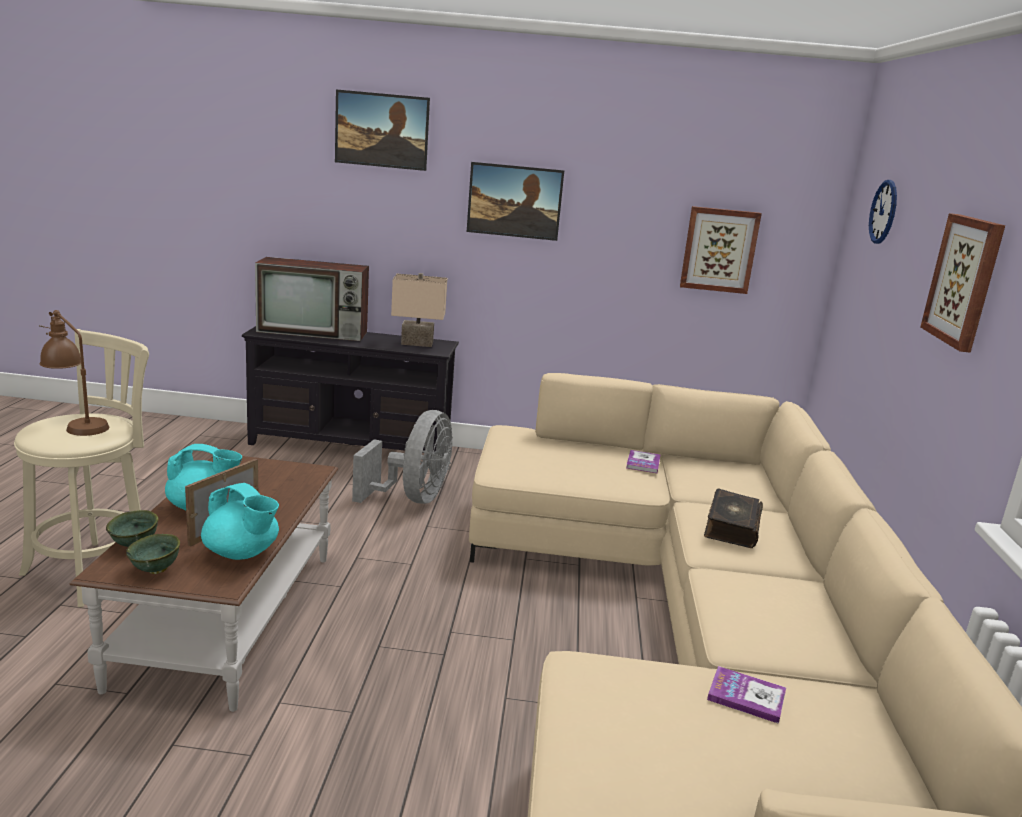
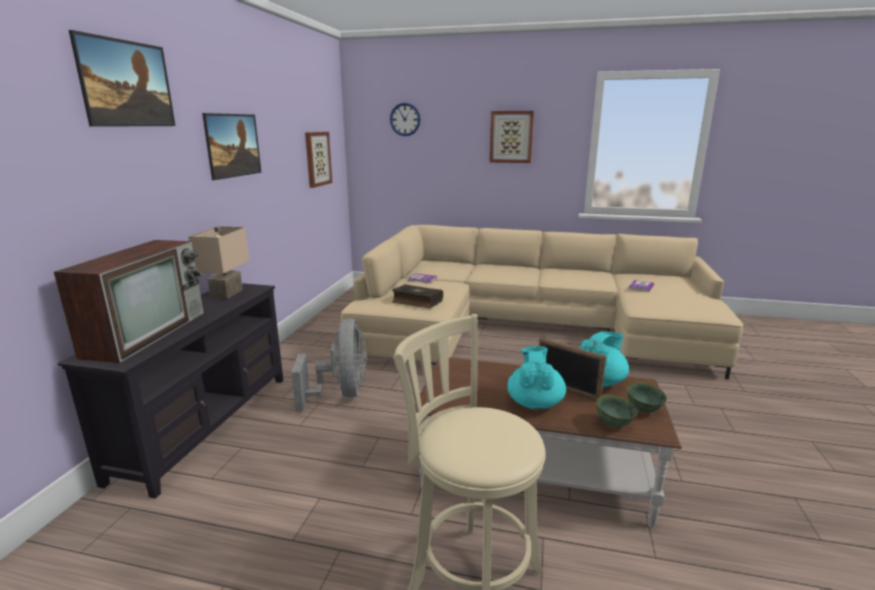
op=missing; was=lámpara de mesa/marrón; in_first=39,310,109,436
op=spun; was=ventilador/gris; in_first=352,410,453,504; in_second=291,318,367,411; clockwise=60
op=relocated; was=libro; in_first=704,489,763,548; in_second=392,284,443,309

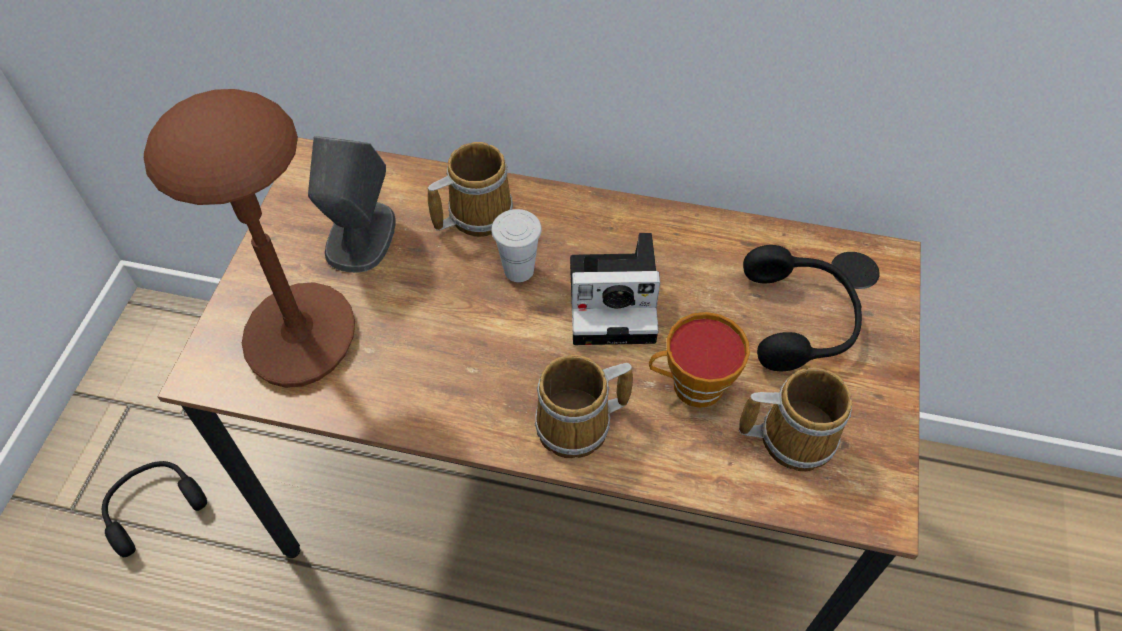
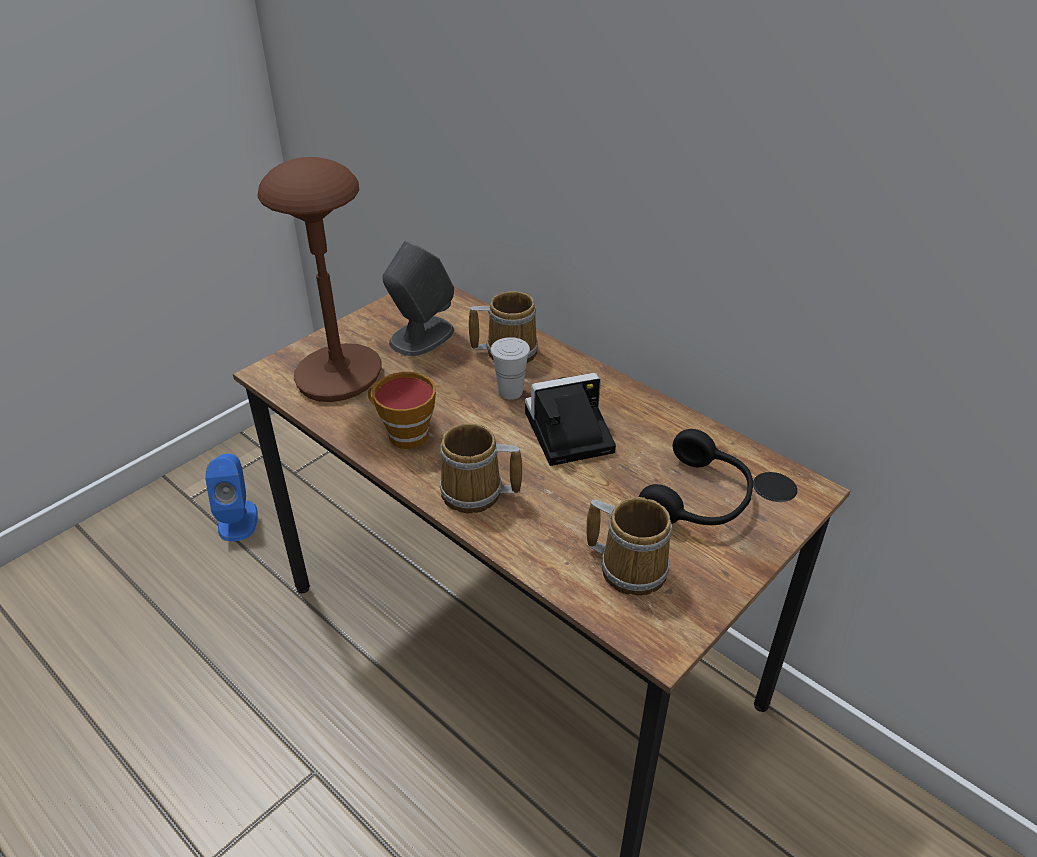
op=exchanged; was=auriculares/negro; now=altavoz/azul; in_first=102,461,207,557; in_second=205,454,258,541
op=spun; was=cámara; in_first=570,233,660,345; in_second=525,373,616,466; clockwise=135
op=relocated; was=taza; in_first=649,312,750,408; in_second=368,372,436,449

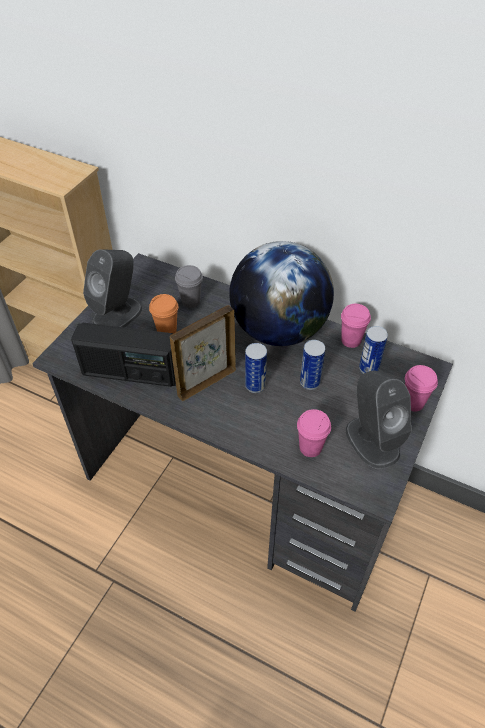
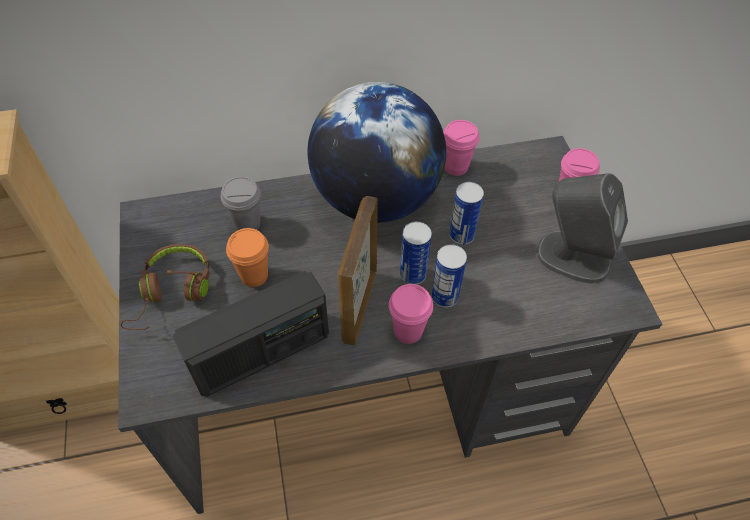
op=exchanged; was=altavoz/gris; now=auriculares/marrón; in_first=83,249,142,327; in_second=121,244,210,330
op=relocated; was=taza/rosa; in_first=297,409,331,457; in_second=389,284,433,344
op=relocated; was=lata; in_first=359,326,388,374; in_second=431,244,467,308

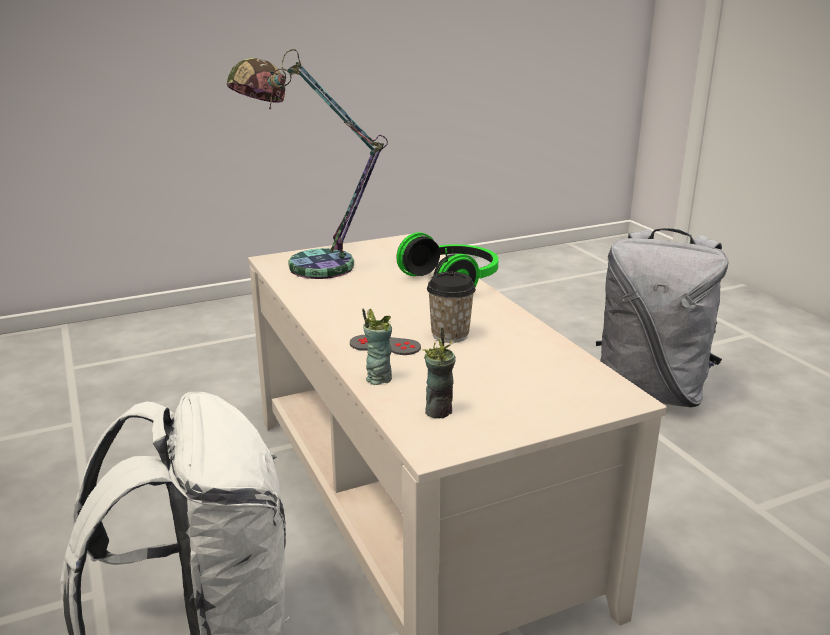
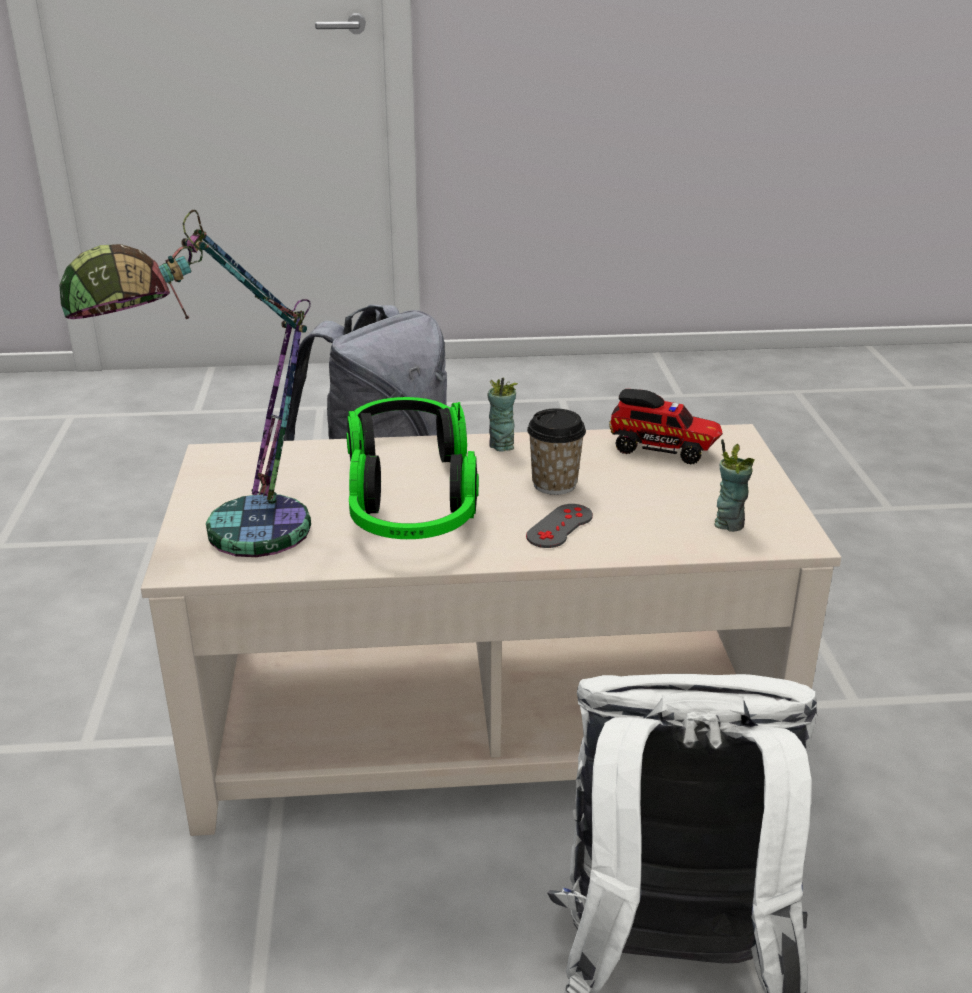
op=relocated; was=taza; in_first=362,308,392,385; in_second=488,378,518,452
op=appeared; now=auriculares; in_second=349,433,479,539
op=appeared; now=camión de juguete; in_second=609,389,723,465

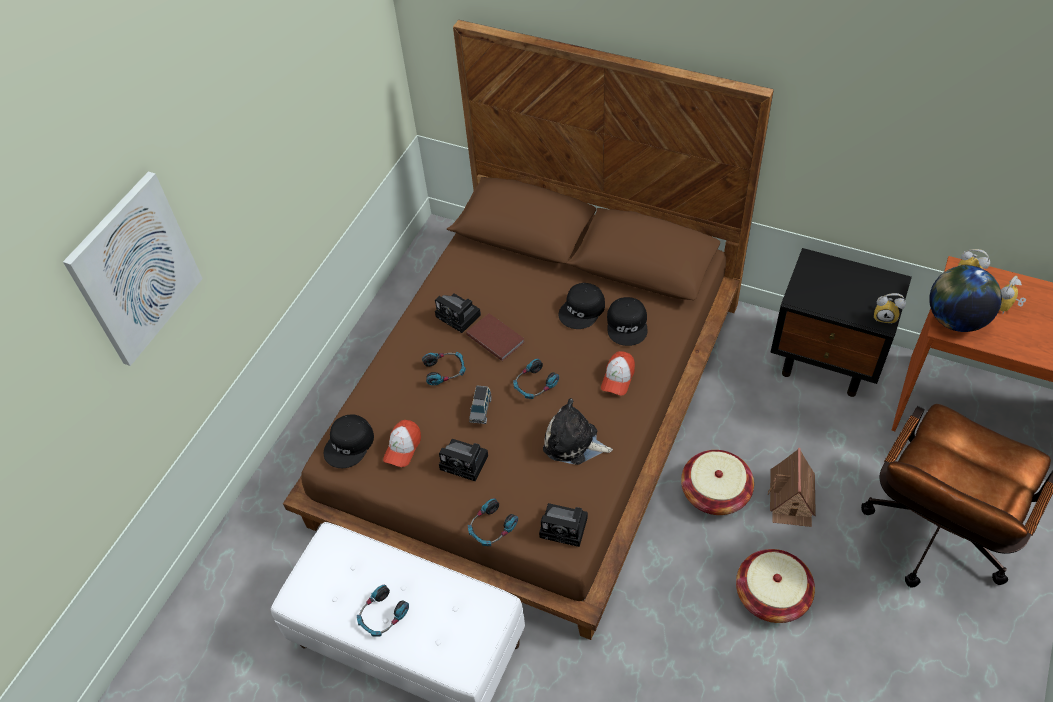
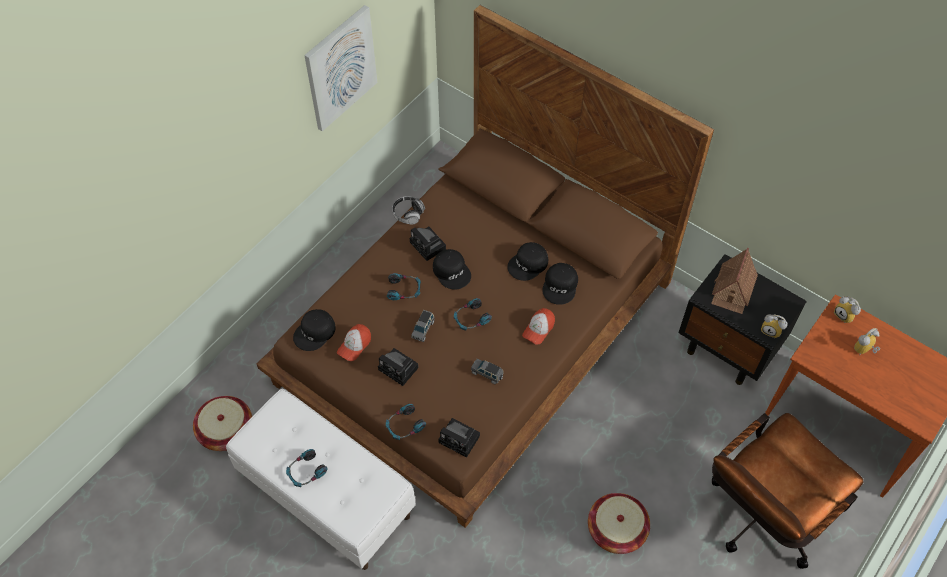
op=relocated; was=cuadro; in_first=63,171,203,366; in_second=304,5,377,131
op=exchanged; was=libro/marrón; now=gorra/negro; in_first=466,313,525,361; in_second=433,249,471,290
op=exchanged; was=peluche; now=coche de juguete/gris; in_first=543,398,613,465; in_second=471,359,504,384
op=relocated; was=cesta; in_first=681,450,754,515; in_second=193,396,252,451
op=relocated; was=casita; in_first=768,448,816,527; in_second=711,248,758,314
op=missing; was=globo terráqueo; in_first=929,265,1002,332
op=appeared; now=auriculares; in_second=392,196,425,224

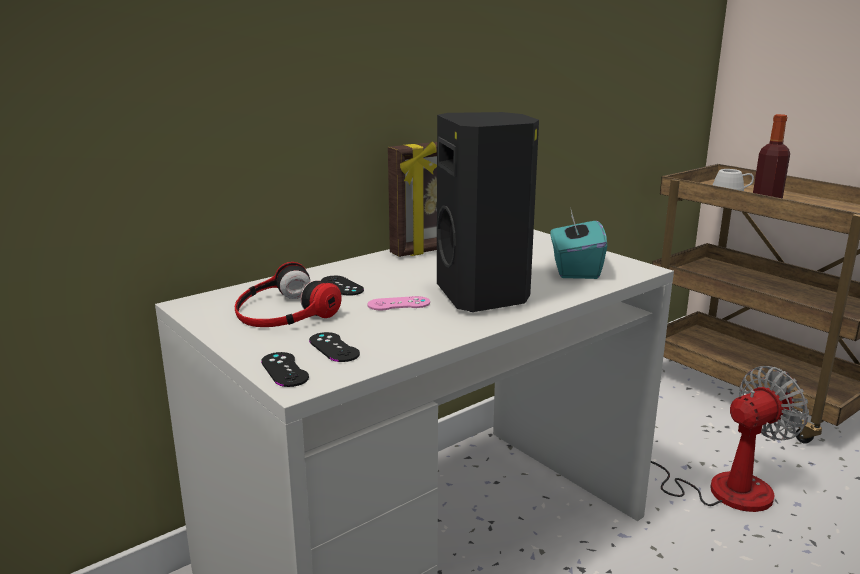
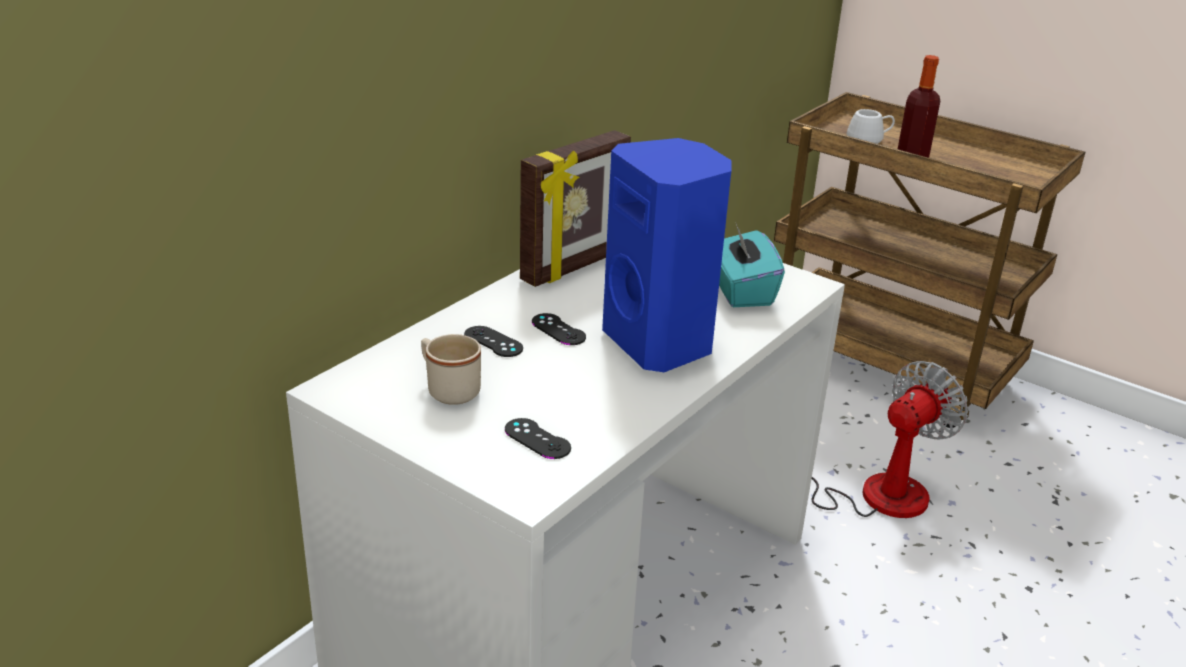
op=exchanged; was=auriculares; now=taza grande/beis; in_first=235,262,342,327; in_second=421,334,481,405
op=relocated; was=mando de consola/negro; in_first=261,352,309,387; in_second=532,313,586,345
op=missing; was=mando de consola/rosa; in_first=368,296,430,310
op=colour; was=altavoz/negro; now=altavoz/azul; in_first=437,112,539,312; in_second=602,138,731,372

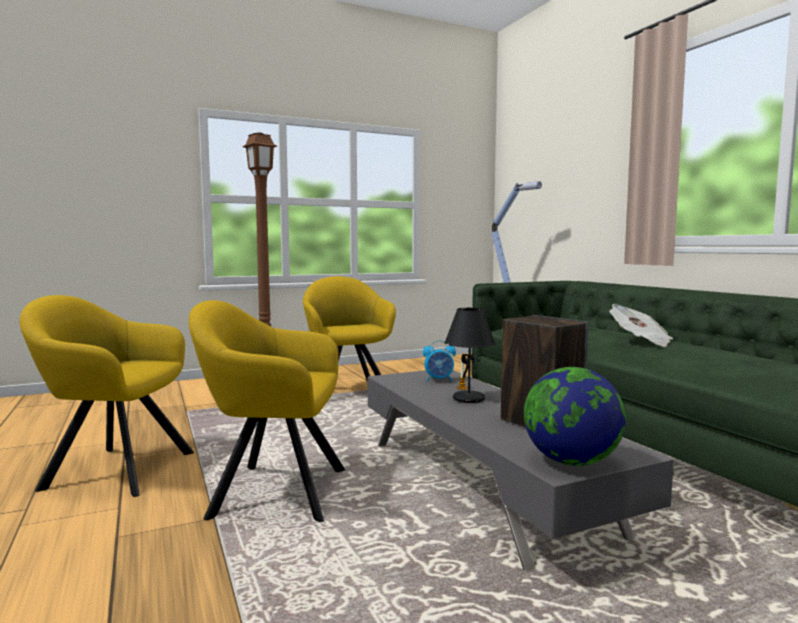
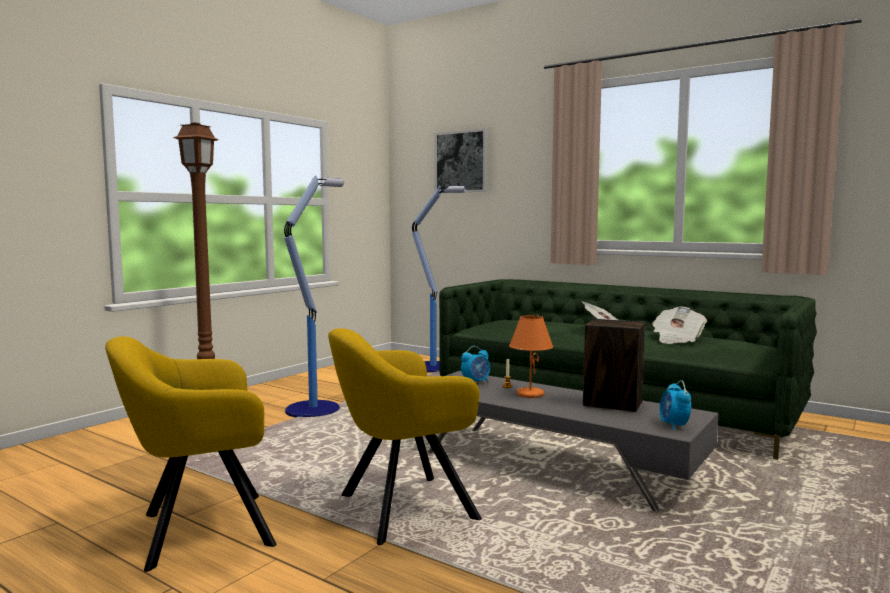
op=exchanged; was=sillón/amarillo; now=lámpara de pie; in_first=303,276,396,383; in_second=284,176,344,417
op=colour; was=lámpara de mesa/negro; now=lámpara de mesa/naranja; in_first=444,308,495,403; in_second=509,315,553,398
op=exchanged; was=globo terráqueo; now=despertador; in_first=524,367,626,466; in_second=659,380,691,430
op=appeared; now=cuadro; in_second=435,129,487,193
op=appeared; now=periódico; in_second=652,307,707,344

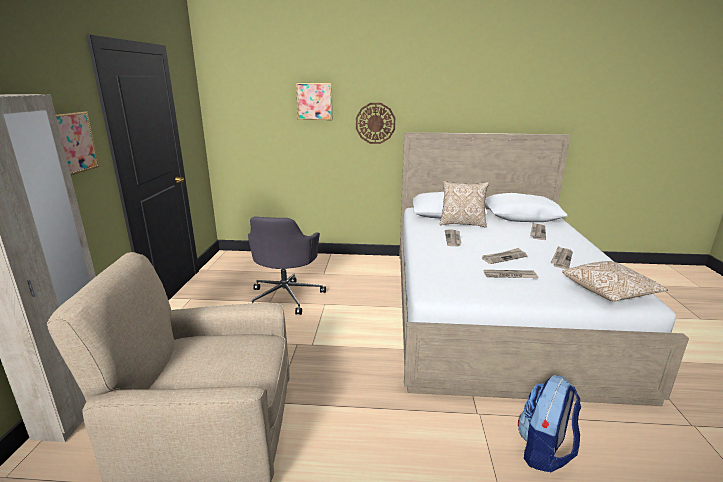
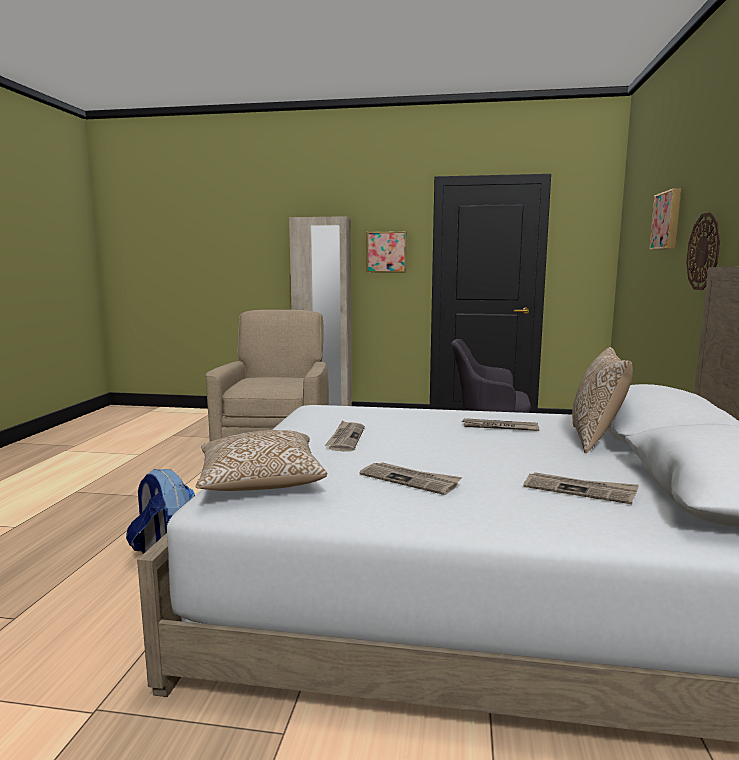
op=missing; was=periódico; in_first=482,248,527,264

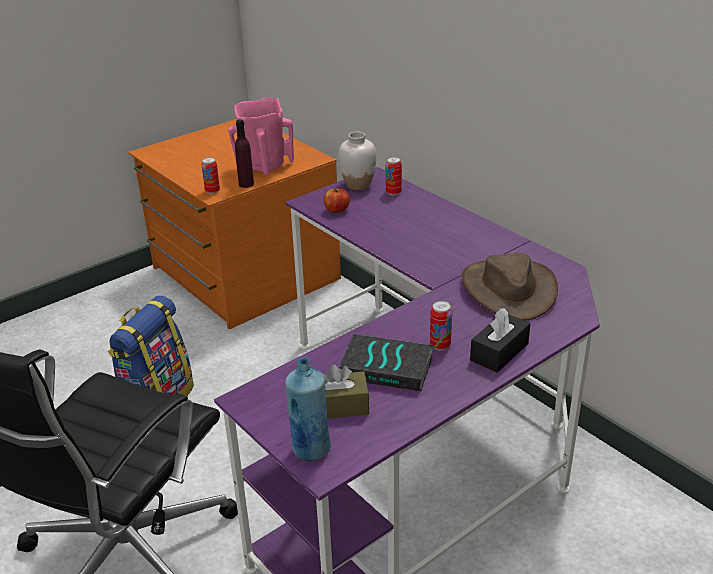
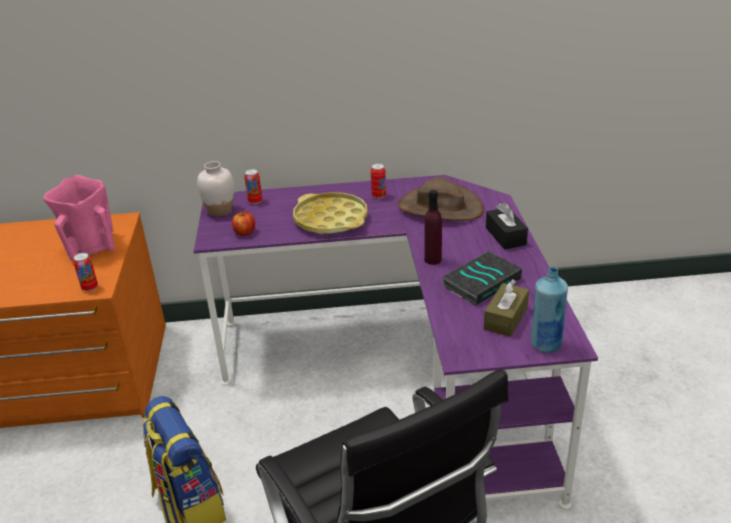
op=relocated; was=botella/morado; in_first=235,120,254,188; in_second=424,190,442,265
op=relocated; was=lata; in_first=430,301,452,351; in_second=371,163,386,199
op=appeared; now=bandeja/amarillo; in_second=293,192,368,234

